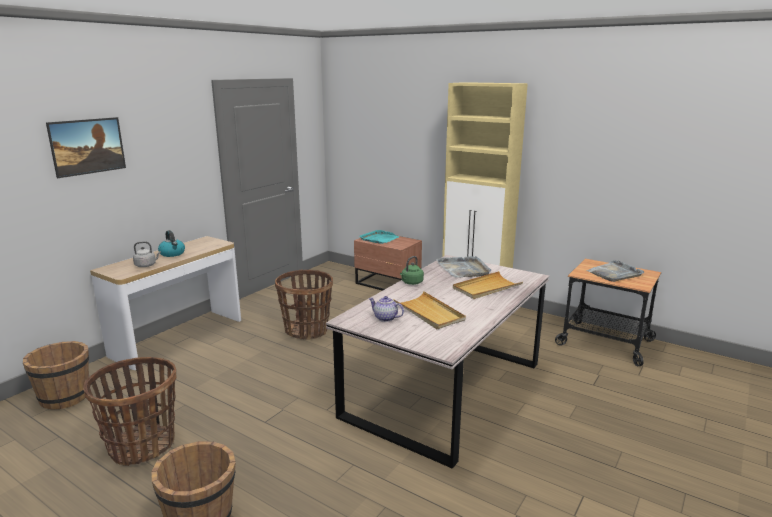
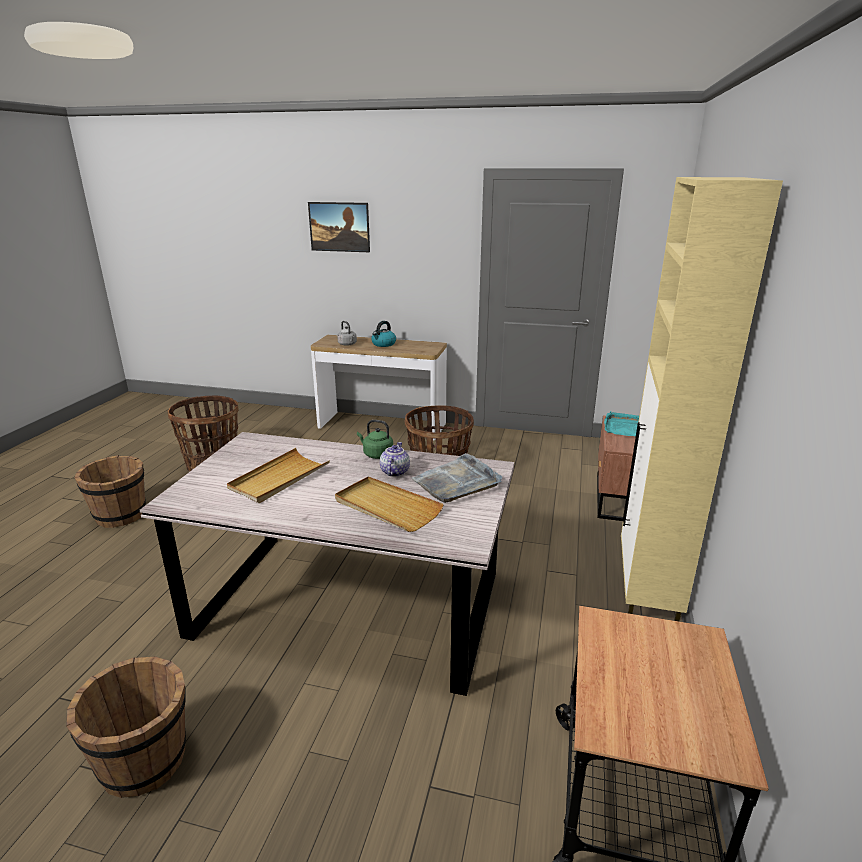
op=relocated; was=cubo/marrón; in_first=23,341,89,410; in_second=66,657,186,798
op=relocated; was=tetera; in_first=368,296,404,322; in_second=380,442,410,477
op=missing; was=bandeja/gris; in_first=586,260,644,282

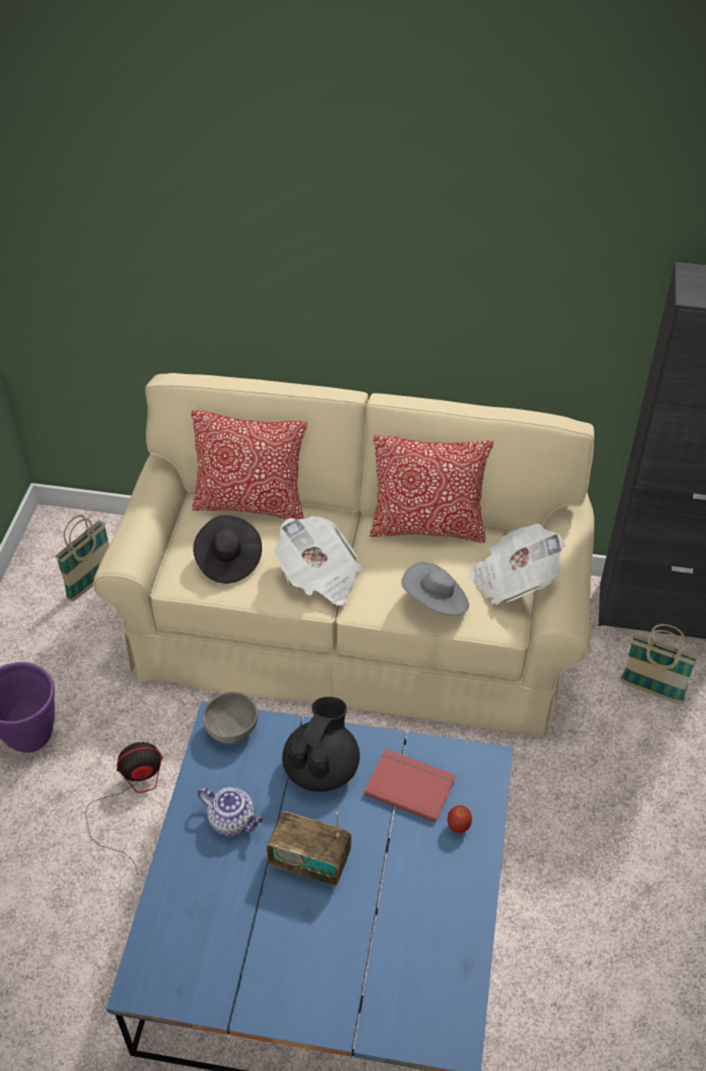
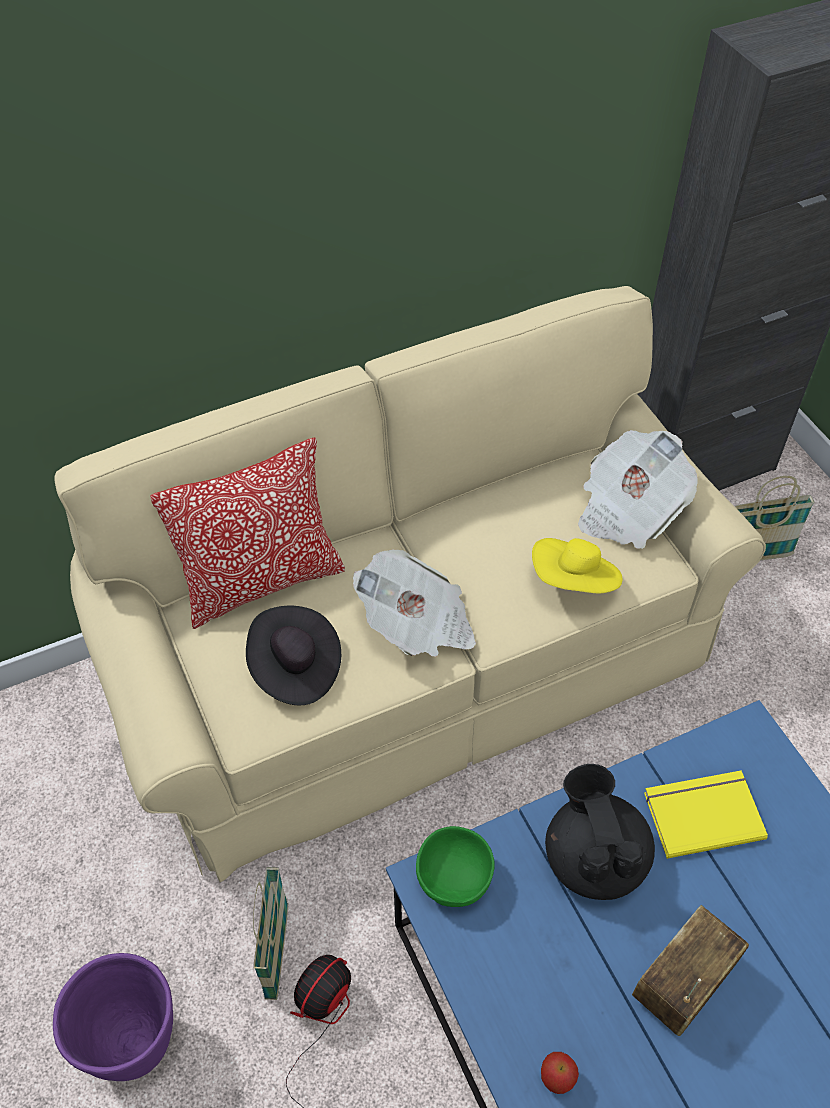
op=relocated; was=cesta; in_first=55,515,109,601; in_second=253,867,288,1000
op=missing; was=tetera; in_first=198,787,263,836
op=colour; was=cuenco/gris; now=cuenco/verde; in_first=203,691,258,744; in_second=416,826,495,907
op=spun; was=radio; in_first=267,811,351,886; in_second=632,905,749,1036; clockwise=150
op=colour; was=libro/rojo; now=libro/amarillo; in_first=364,749,456,823; in_second=644,771,768,859
op=missing; was=cojín; in_first=370,435,494,543
op=colour; was=sombrero/gris; now=sombrero/amarillo; in_first=401,562,469,615; in_second=532,538,622,594
op=relocated; was=manzana; in_first=448,805,472,834; in_second=541,1052,579,1094

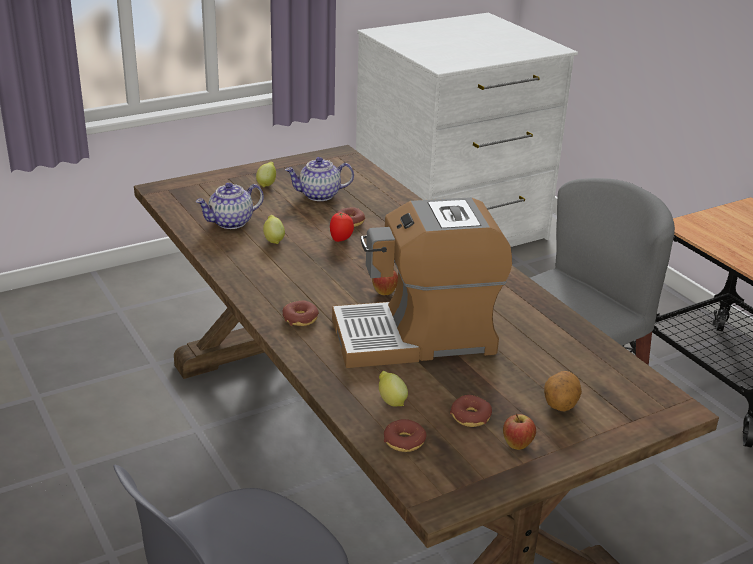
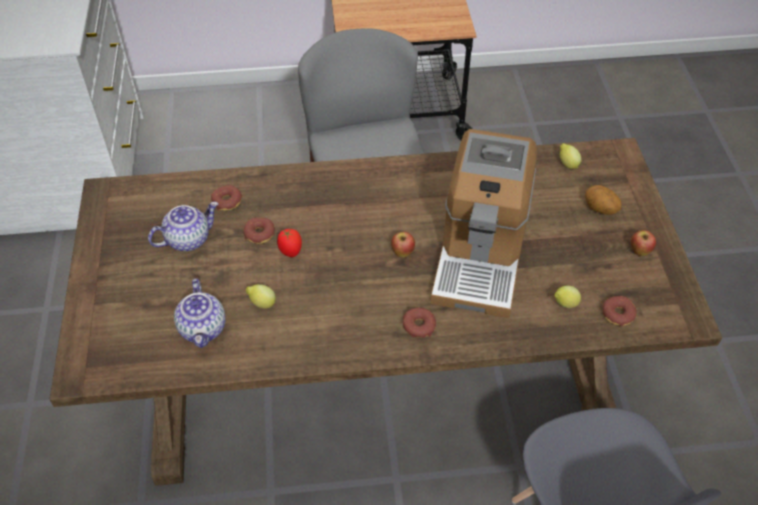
op=relocated; was=limón; in_first=256,162,276,187; in_second=560,143,582,169
op=spun; was=tetera; in_first=285,157,354,201; in_second=148,202,218,251; clockwise=-135
op=relocated; was=rosquilla; in_first=450,395,492,427; in_second=211,185,242,211

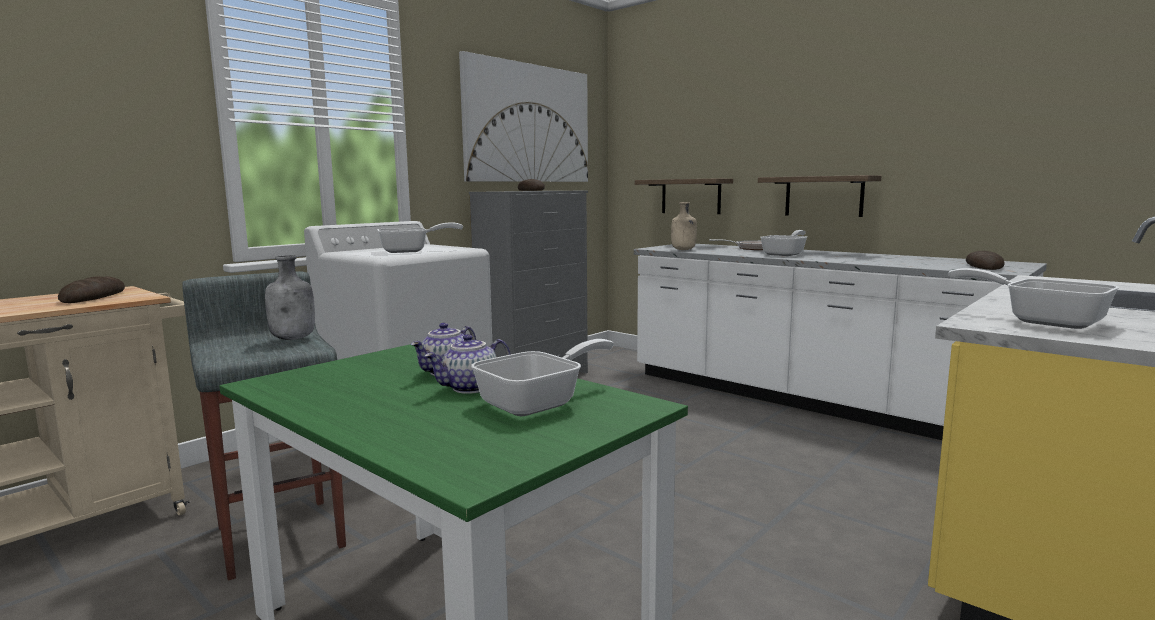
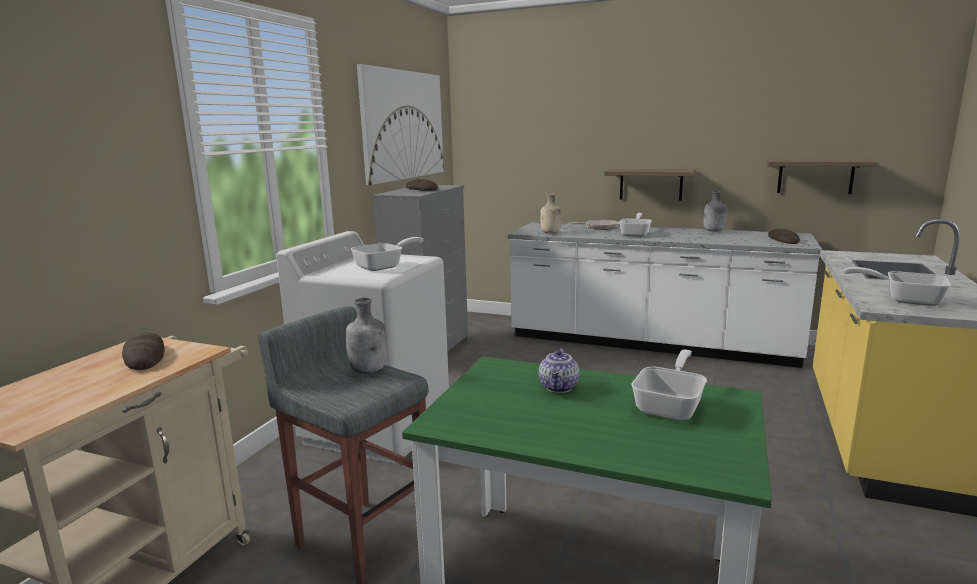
op=missing; was=tetera; in_first=424,334,510,394
op=relocated; was=estante; in_first=635,179,733,214; in_second=767,160,878,194
op=appeared; now=botella/gris; in_second=703,191,727,232

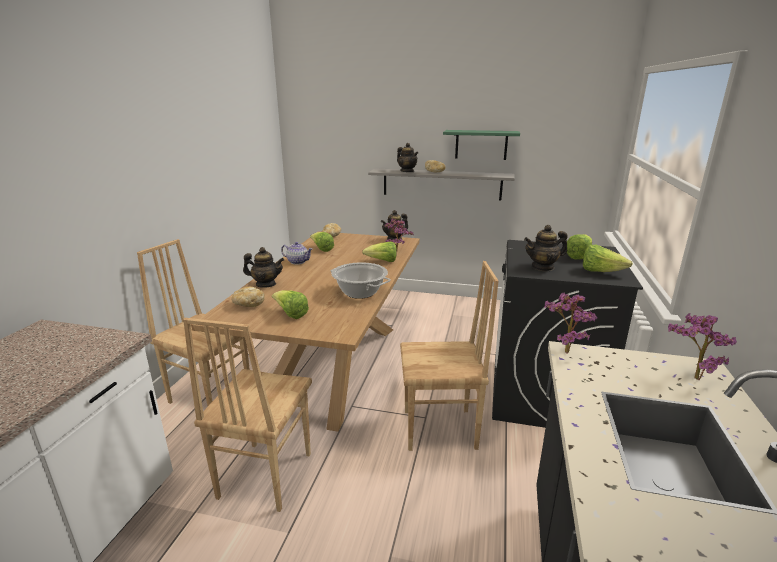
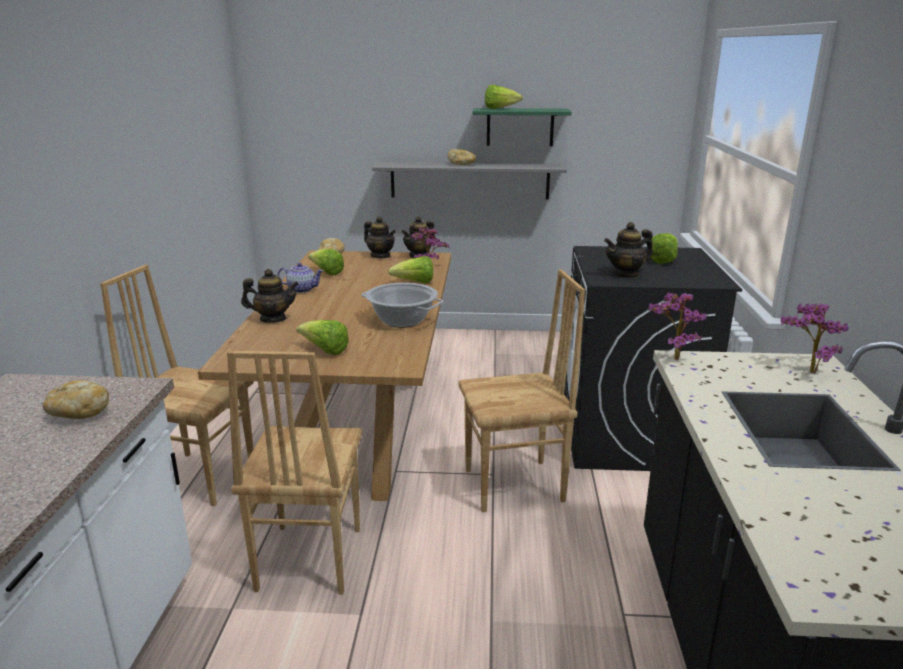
op=relocated; was=pan; in_first=231,287,265,307; in_second=43,380,109,419
op=relocated; was=tetera; in_first=397,143,418,172; in_second=364,216,396,258
op=relocated; was=lechuga; in_first=583,245,633,272; in_second=485,85,523,109

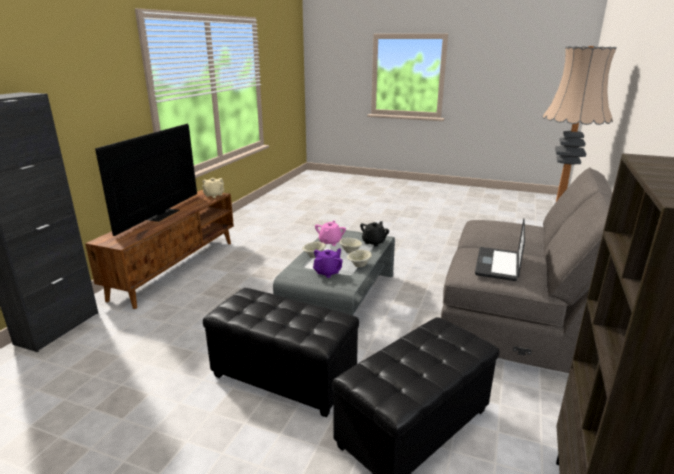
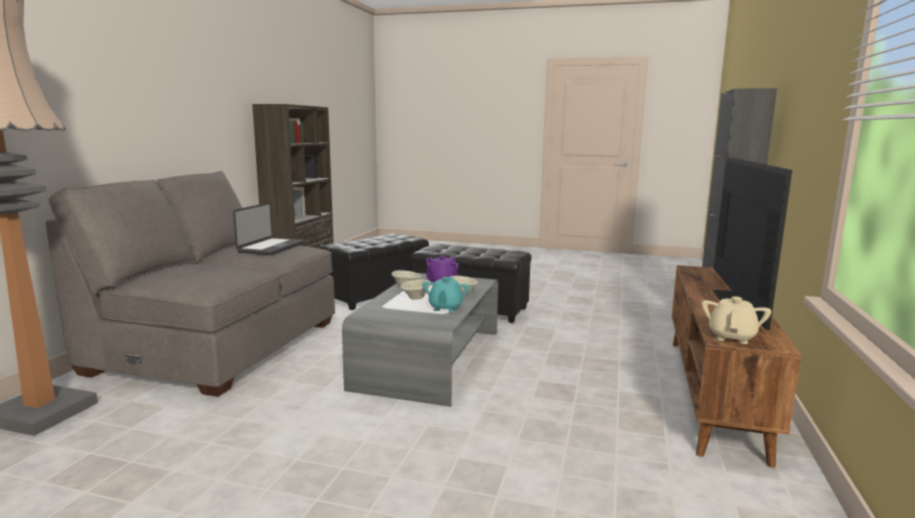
op=colour; was=tetera/rosa; now=tetera/turquesa; in_first=315,220,346,246; in_second=423,277,470,312
op=missing; was=tetera/negro; in_first=360,221,389,247

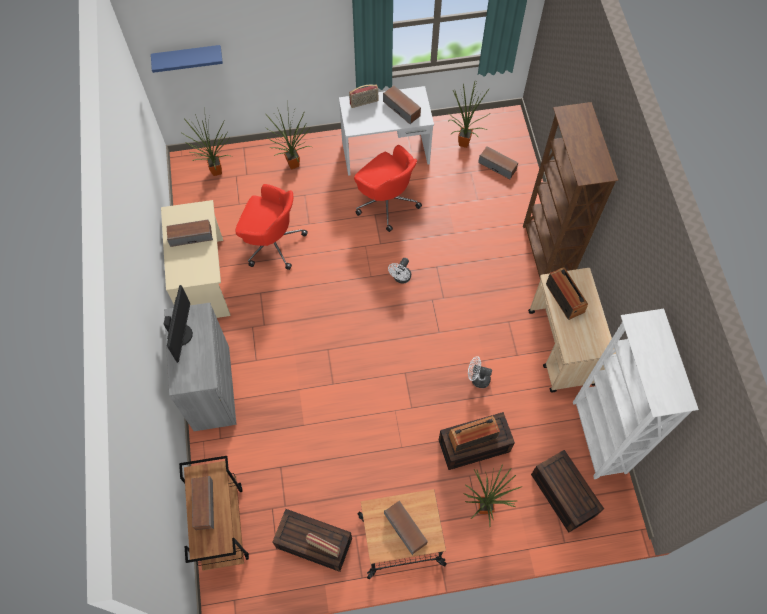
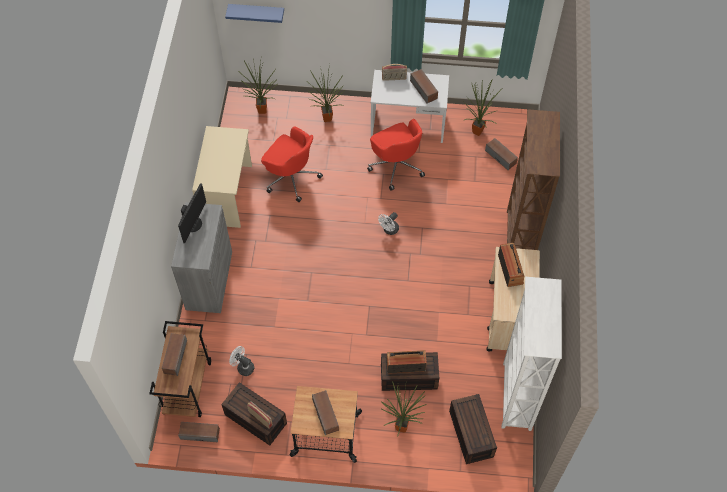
op=relocated; was=altavoz; in_first=166,220,213,247; in_second=178,422,220,442
op=relocated; was=ventilador/blanco; in_first=468,356,492,388; in_second=229,346,254,376

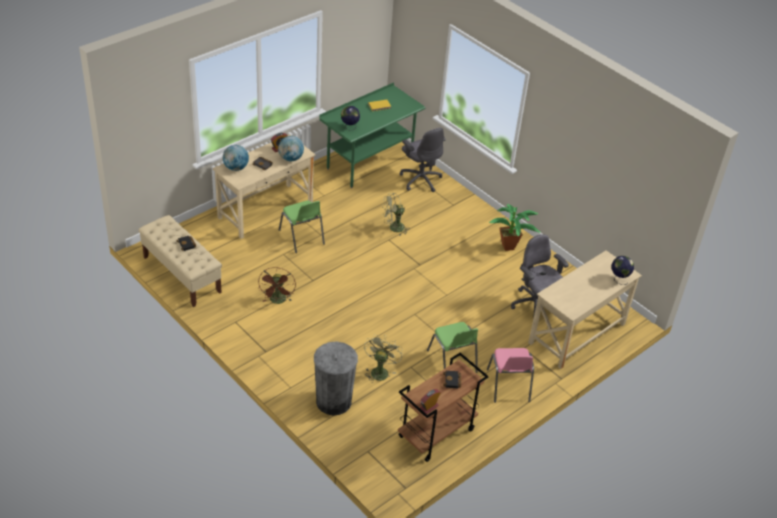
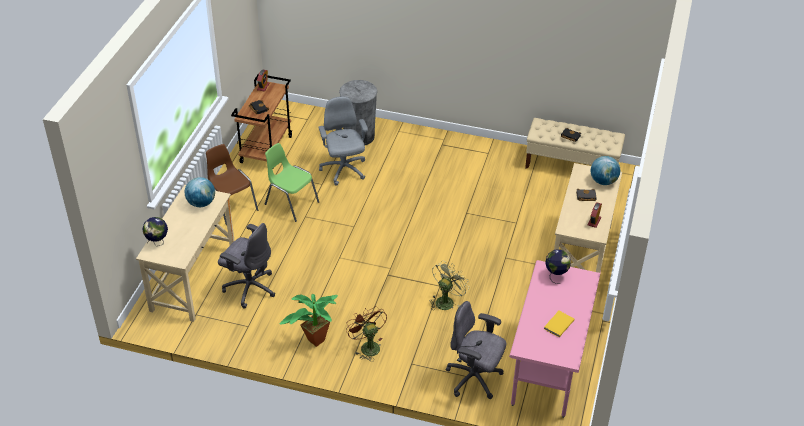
op=relocated; was=ventilador/marrón; in_first=258,267,296,304; in_second=346,306,387,360
op=relocated; was=globo terráqueo; in_first=278,136,304,161; in_second=185,177,215,207
op=missing; was=silla/verde; in_first=279,201,325,253
op=colour; was=escritorio/verde; now=escritorio/rosa; in_first=319,82,425,188; in_second=509,260,601,418
op=exchanged; was=ventilador/verde; now=silla de oficina/gris; in_first=364,335,403,383; in_second=318,96,368,186
op=colour; was=silla/rosa; now=silla/marrón; in_first=487,348,534,403; in_second=206,144,258,225

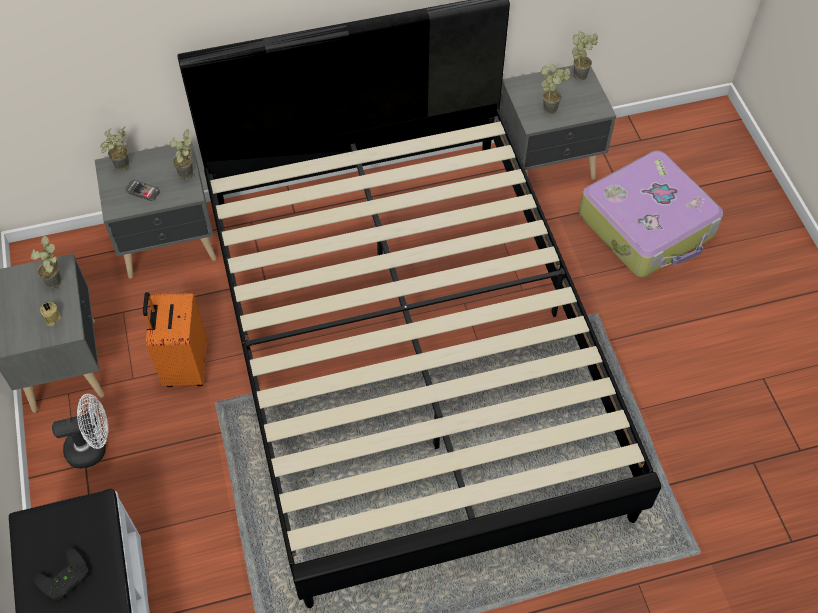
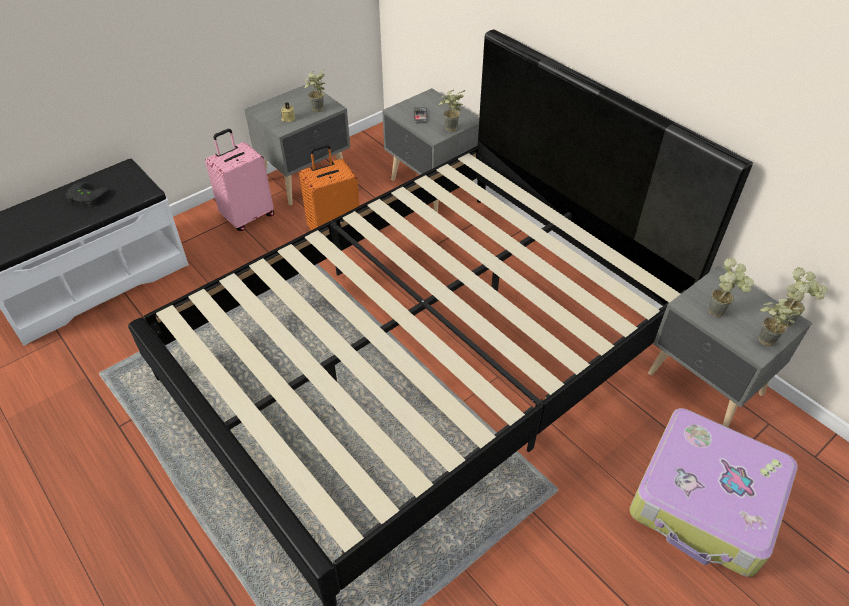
op=exchanged; was=ventilador/blanco; now=maleta/rosa; in_first=52,394,108,469; in_second=205,129,274,231
op=relocated; was=planta en maceta; in_first=100,126,129,171; in_second=758,298,805,346

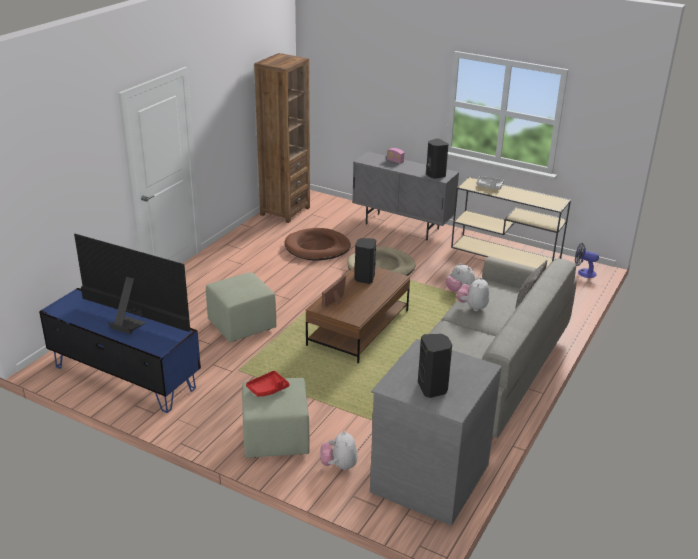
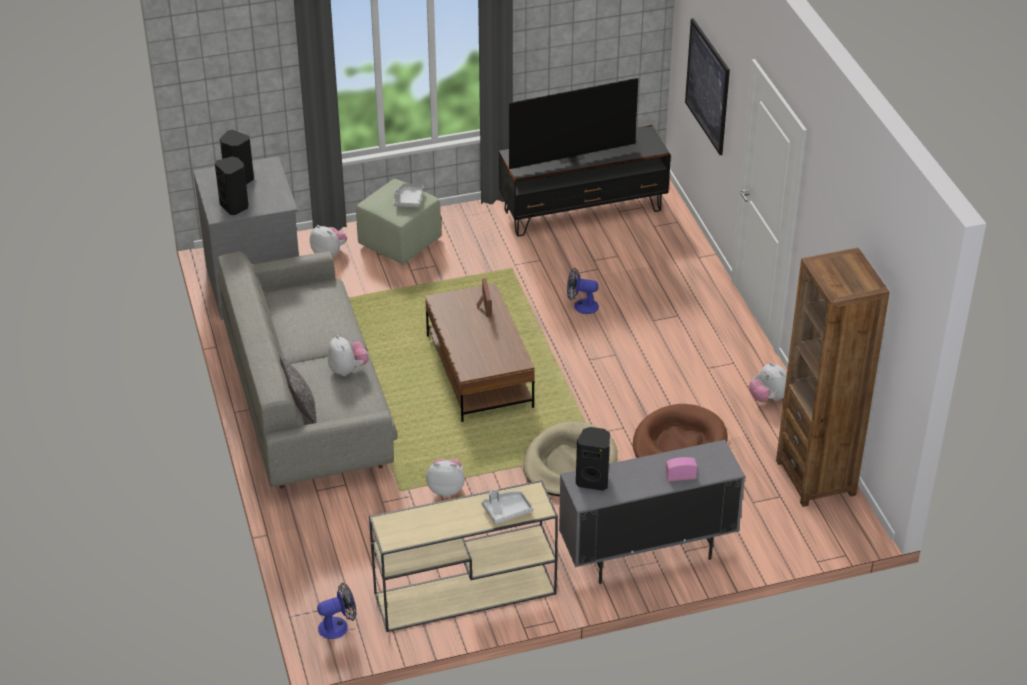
op=colour; was=mueble de televisión/azul; now=mueble de televisión/negro; in_first=39,288,201,413; in_second=499,125,671,236
op=exchanged; was=puf/verde; now=ventilador; in_first=206,272,277,343; in_second=567,268,599,314
op=colour; was=bandeja/rojo; now=bandeja/gris; in_first=246,370,289,397; in_second=394,183,424,207
op=relocated; was=altavoz/negro; in_first=355,238,376,284; in_second=215,157,249,215
op=appeared; now=cuadro; in_second=685,18,730,155
op=appeared; now=peluche; in_second=749,362,787,402

